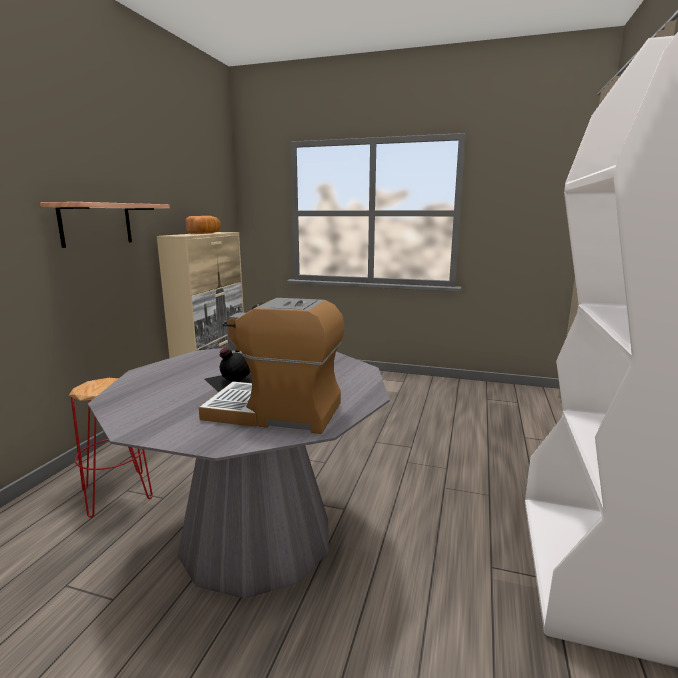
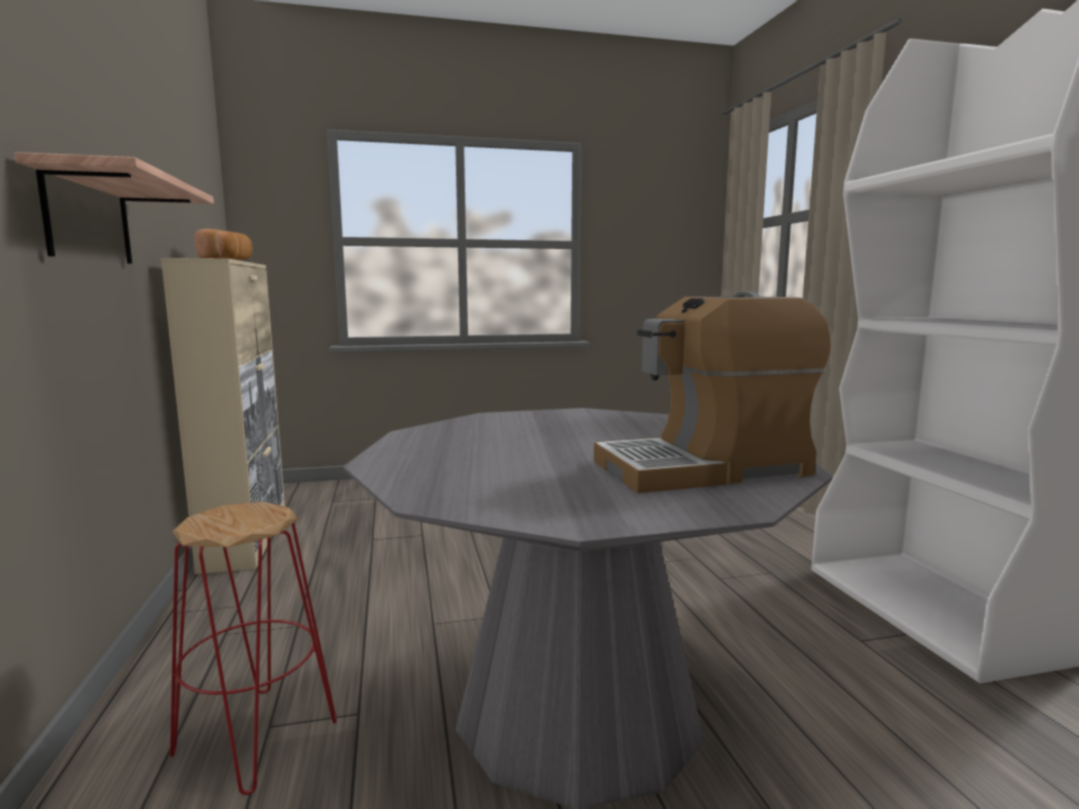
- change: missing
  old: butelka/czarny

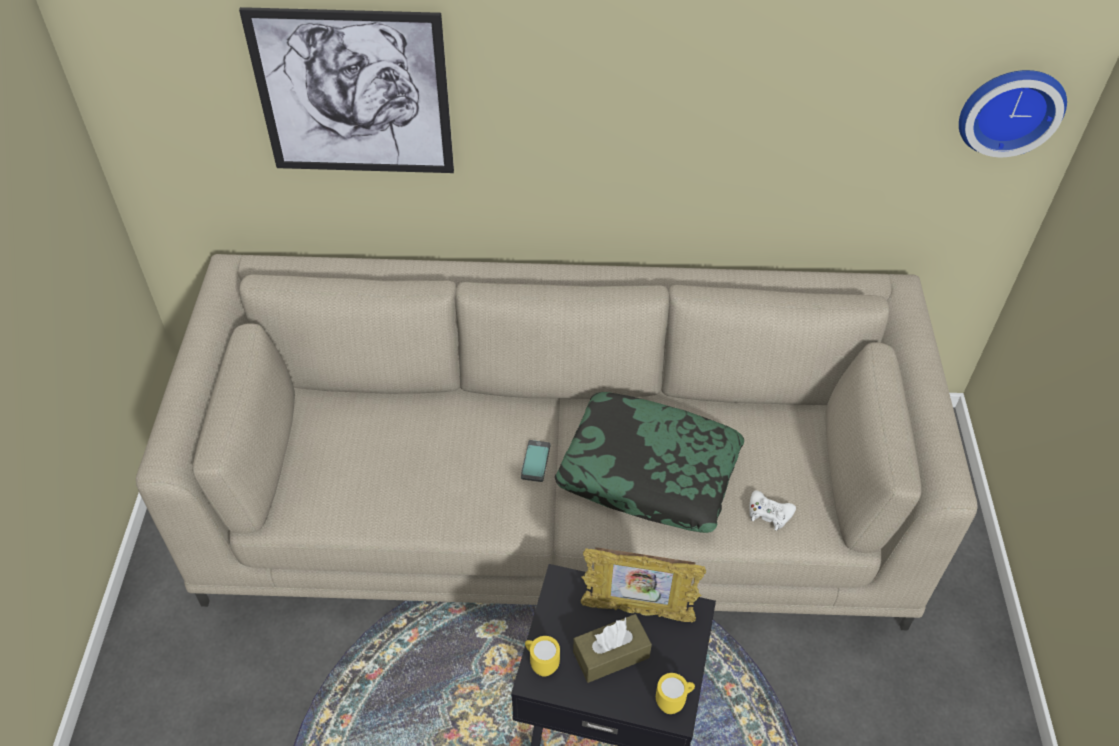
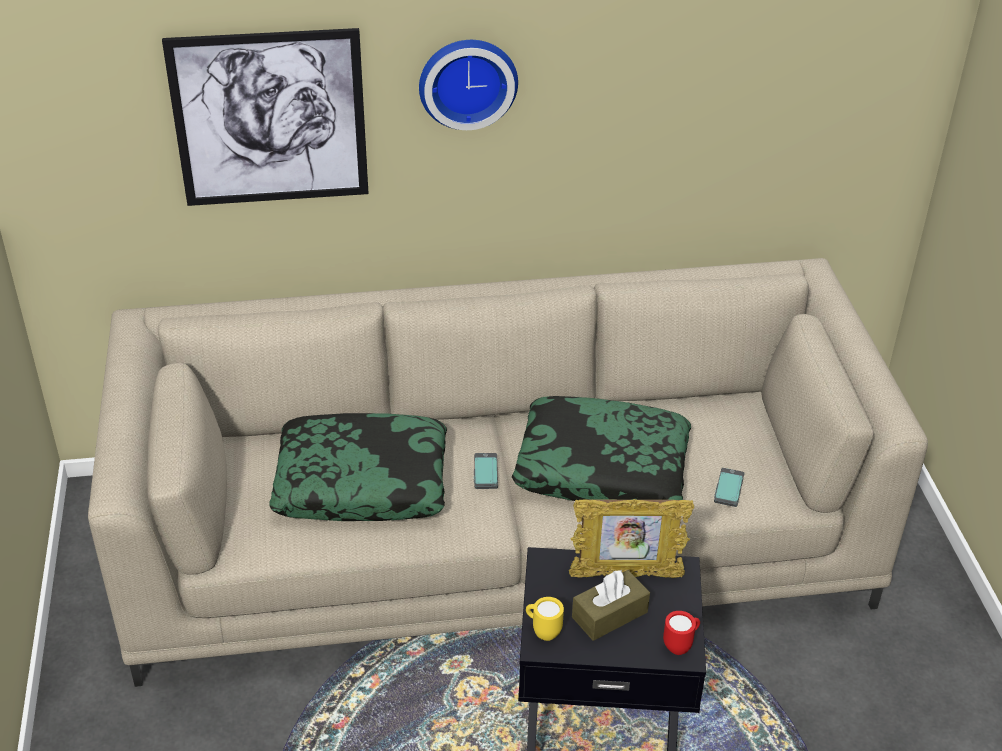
- change: colour
  old: kubek/żółty (no. 2 from left)
  new: kubek/czerwony
- change: exchanged
  old: pad do gier/biały
  new: telefon (no. 2 from left)
- change: relocated
  old: zegar ścienny
- change: appeared
  new: poduszka (no. 1 from left)

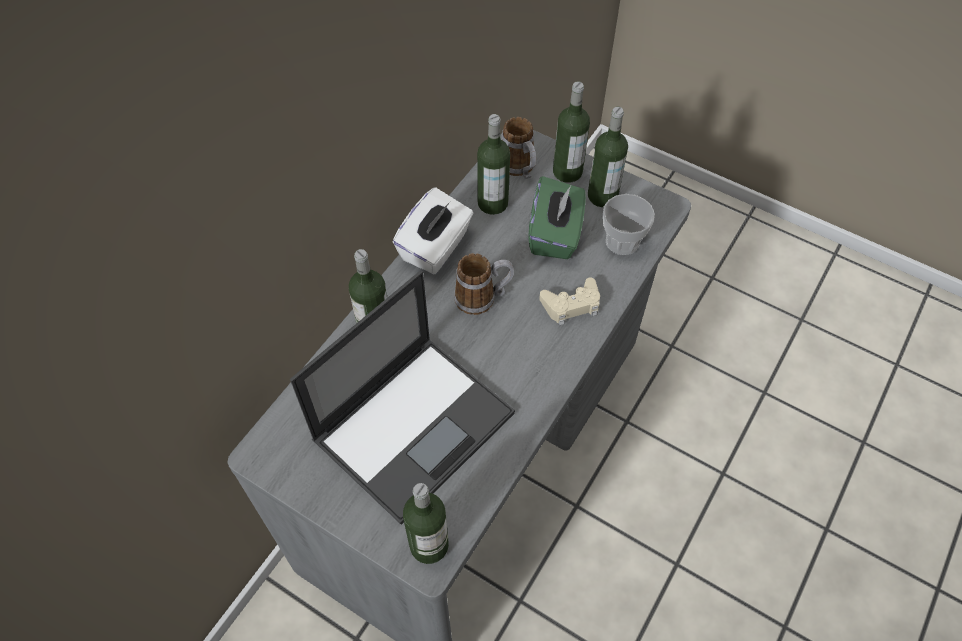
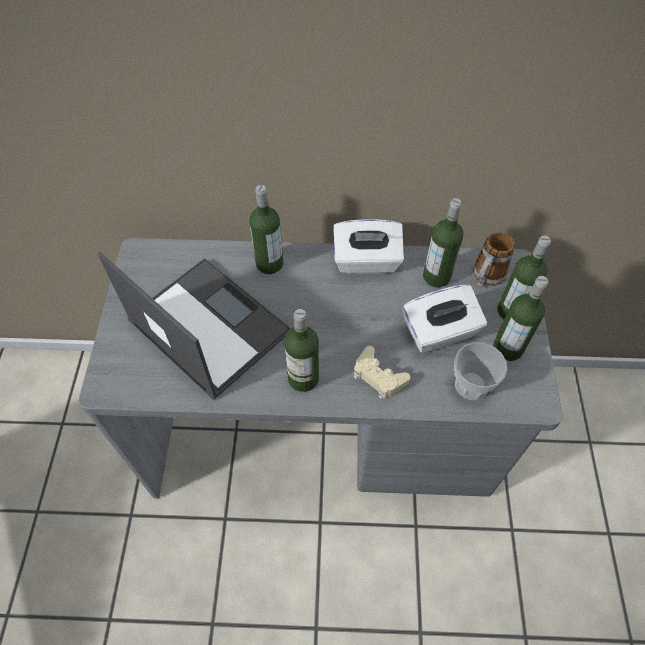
- change: spun
  old: laptop
  degrees: -150
- change: relocated
  old: butelka (no. 2 from left)
- change: missing
  old: kubek (no. 1 from left)
- change: colour
  old: pudełko chusteczek/zielony
  new: pudełko chusteczek/biały (no. 2 from left)

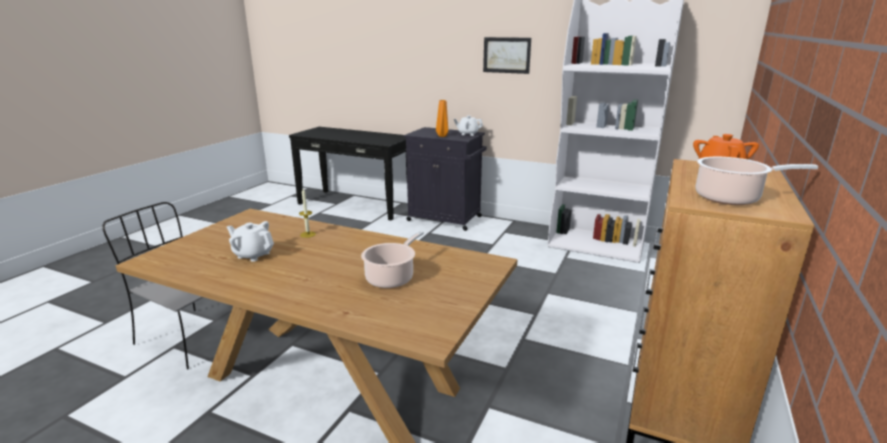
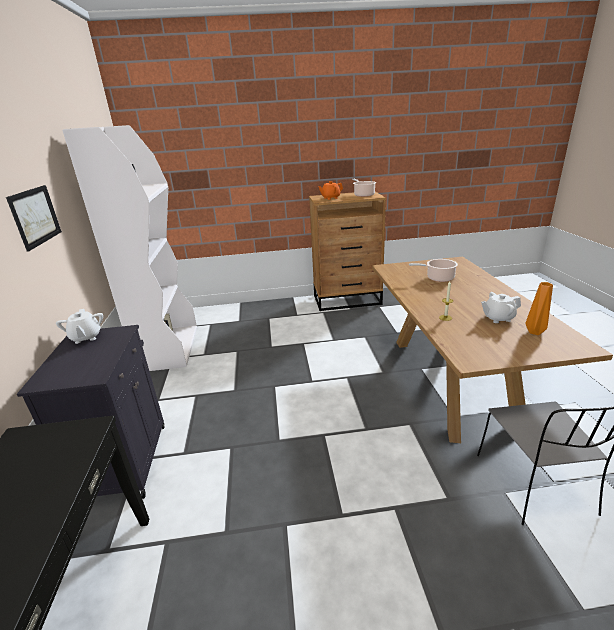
- change: spun
  old: imbryk/biały (no. 1 from left in the first image)
  degrees: 90
- change: relocated
  old: wazon/pomarańczowy

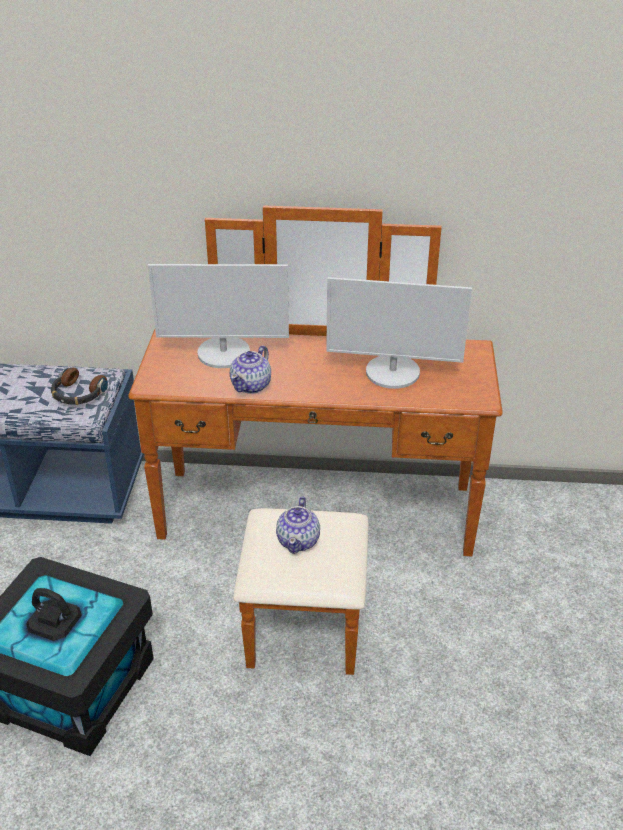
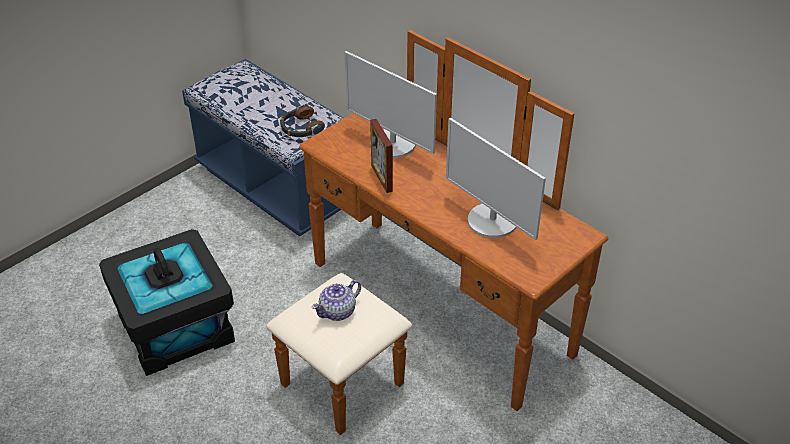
- change: exchanged
  old: imbryk (no. 1 from left)
  new: ramka na zdjęcie

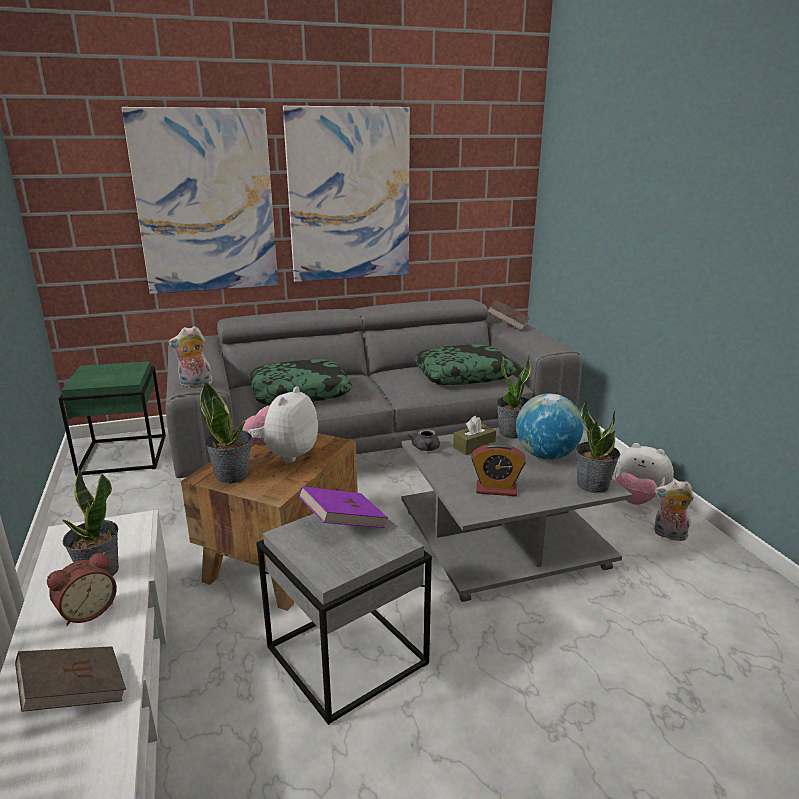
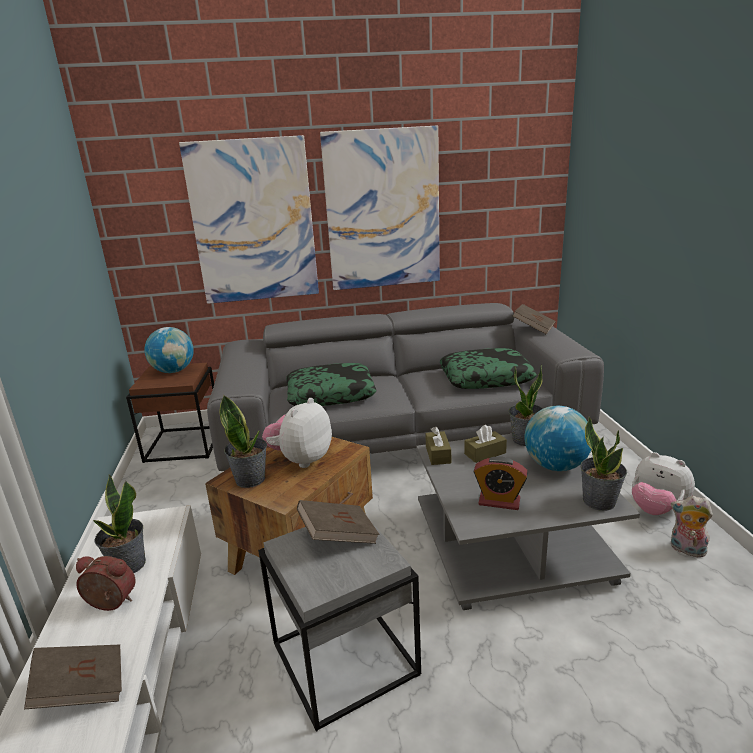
- change: spun
  old: budzik (no. 1 from left)
  degrees: -135
- change: colour
  old: stolik/zielony
  new: stolik/brązowy (no. 1 from left)
- change: missing
  old: pluszak (no. 1 from left)
- change: colour
  old: książka/fioletowy
  new: książka/brązowy (no. 2 from left)
- change: exchanged
  old: imbryk/szary
  new: pudełko chusteczek/brązowy (no. 1 from left)
- change: appeared
  new: globus (no. 1 from left)

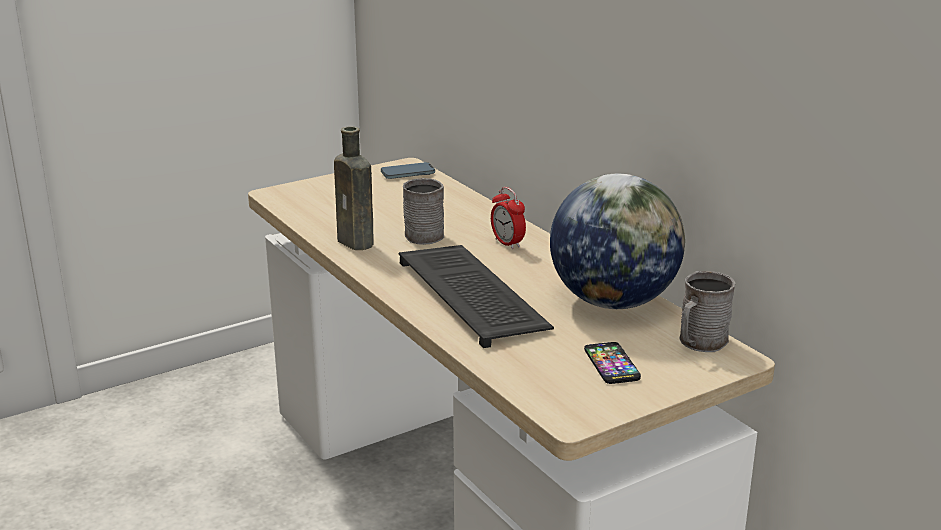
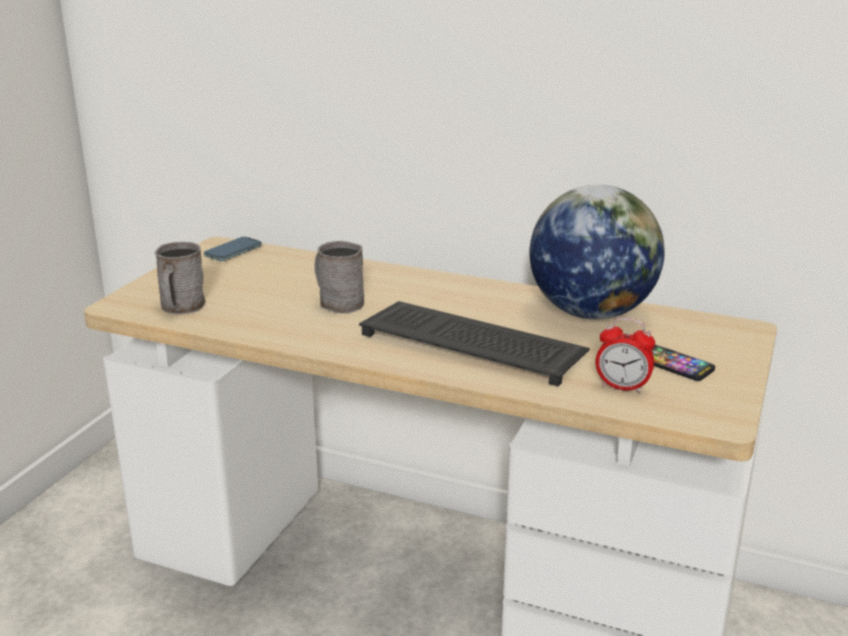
- change: missing
  old: butelka/brązowy
- change: relocated
  old: budzik
- change: relocated
  old: kubek/szary (no. 2 from left in the first image)
  new: kubek/szary (no. 1 from left)

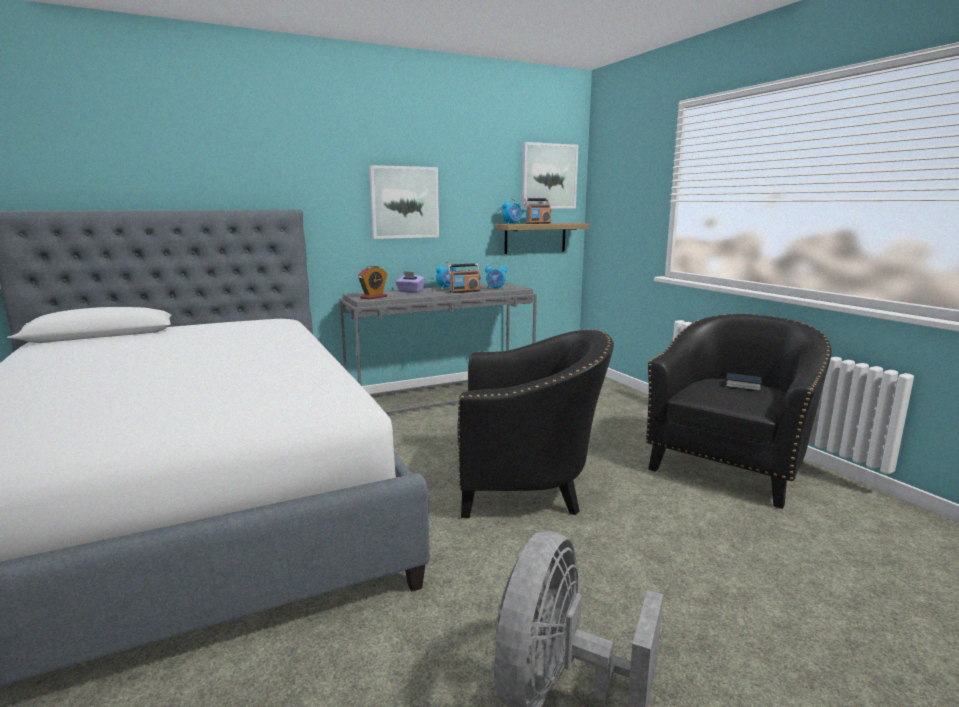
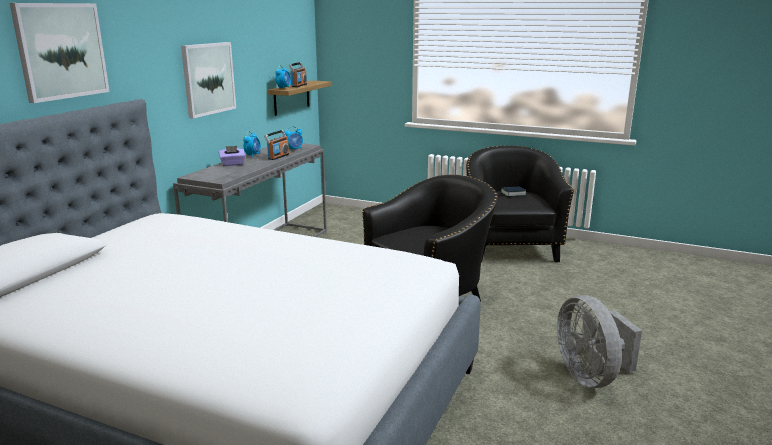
- change: missing
  old: budzik (no. 1 from left)
- change: relocated
  old: obraz (no. 2 from left in the first image)
  new: obraz (no. 1 from left)

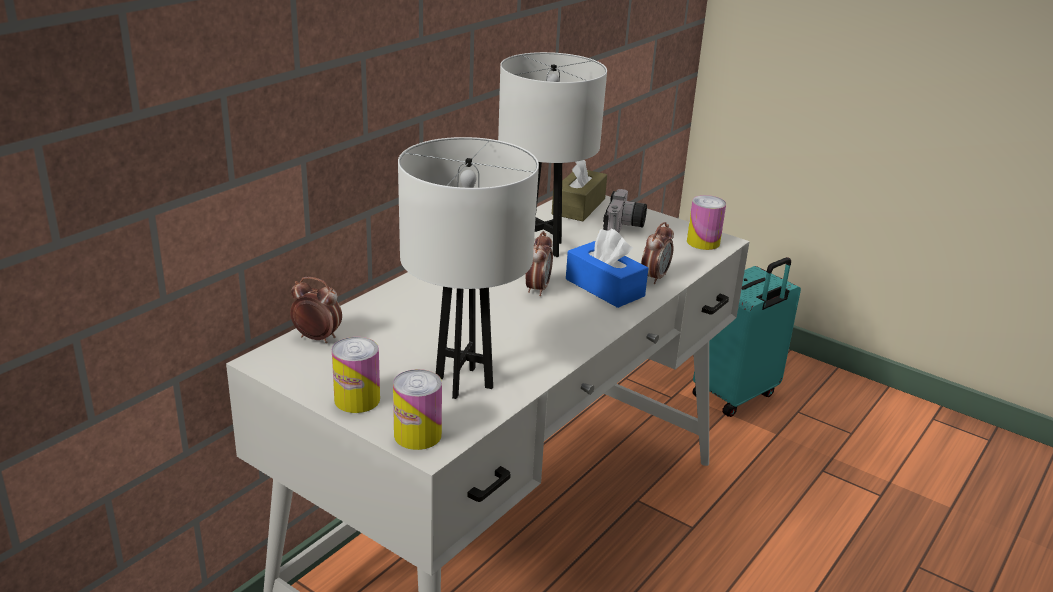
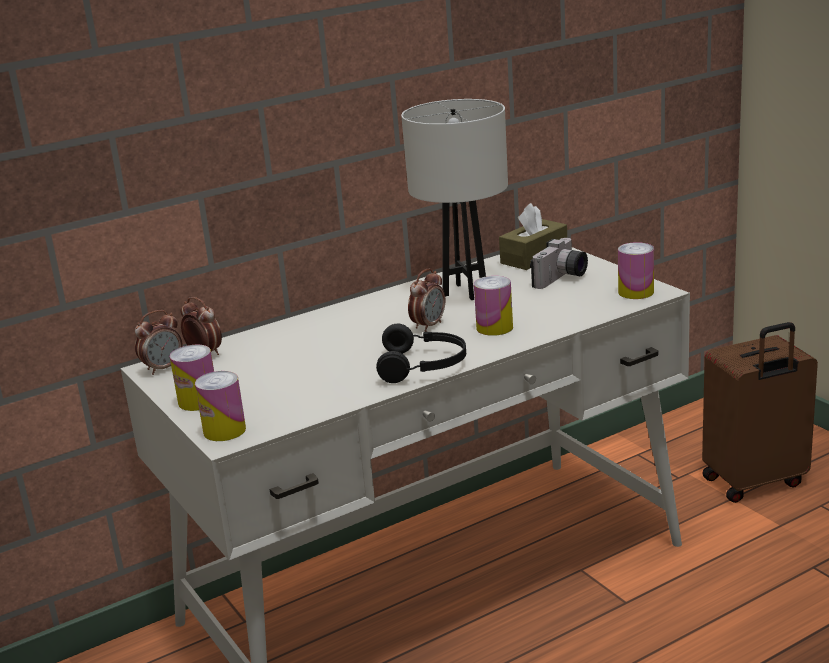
- change: missing
  old: lampa stołowa/biały (no. 1 from left)
- change: exchanged
  old: pudełko chusteczek/niebieski
  new: puszka (no. 3 from left)
- change: relocated
  old: budzik (no. 3 from left in the first image)
  new: budzik (no. 1 from left)
- change: colour
  old: walizka/turkusowy
  new: walizka/brązowy
- change: appeared
  new: słuchawki/czarny

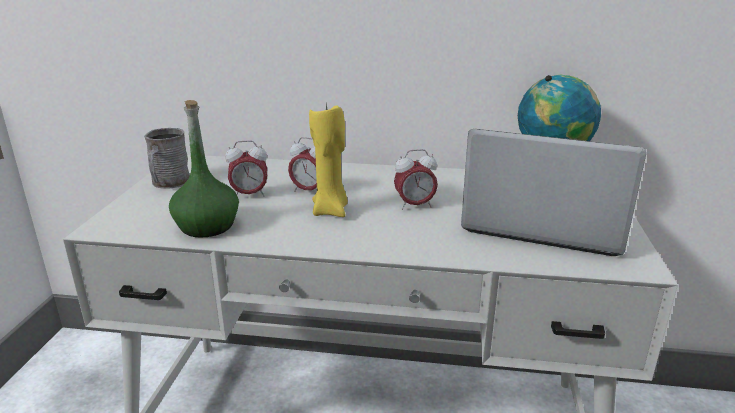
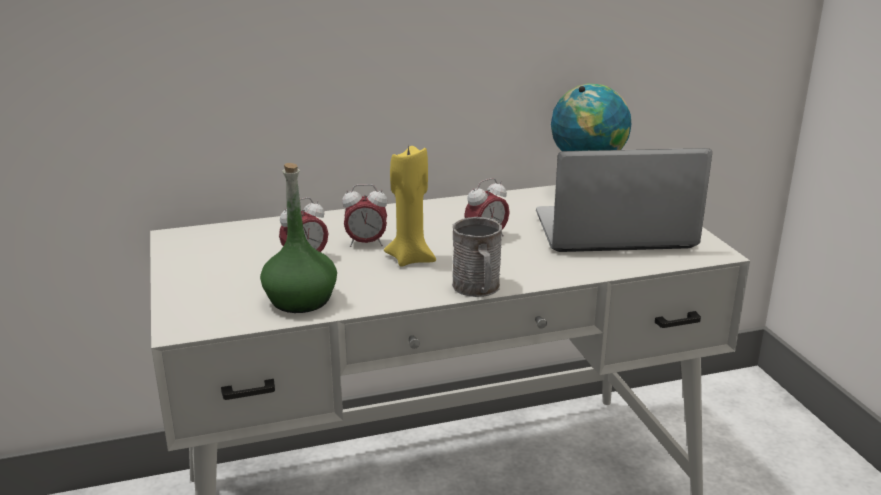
- change: relocated
  old: kubek/szary

